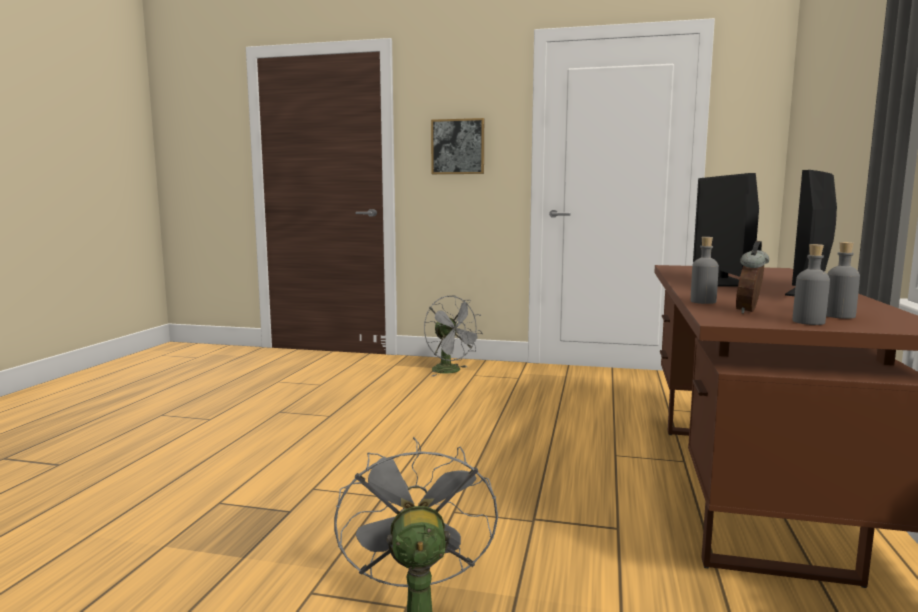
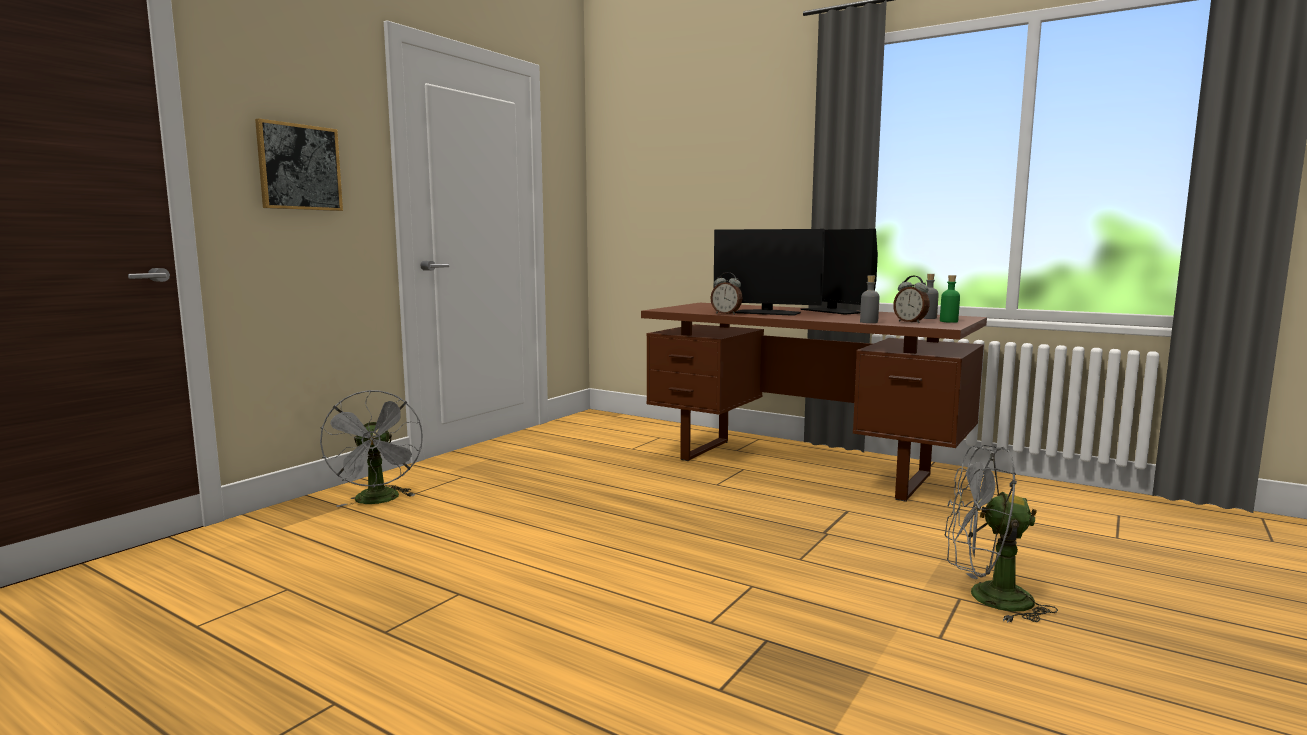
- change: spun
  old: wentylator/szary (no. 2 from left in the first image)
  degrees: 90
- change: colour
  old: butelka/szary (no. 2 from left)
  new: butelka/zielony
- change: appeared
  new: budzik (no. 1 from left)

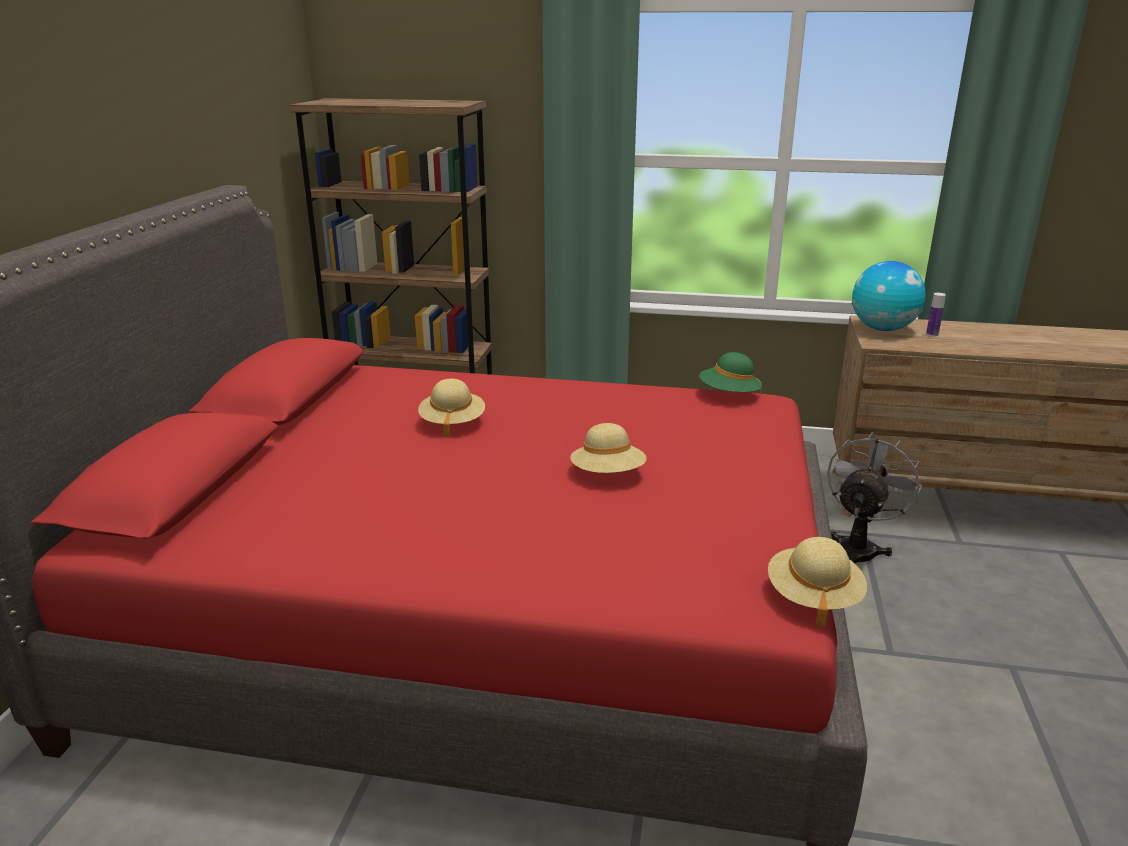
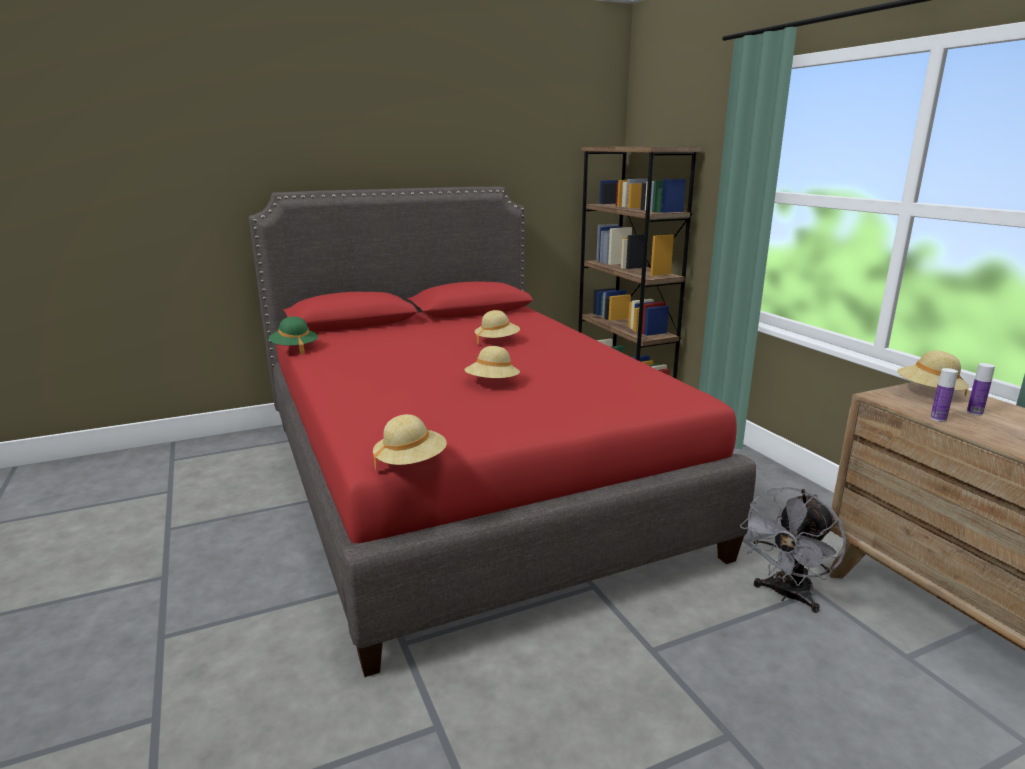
- change: relocated
  old: kapelusz/zielony
- change: spun
  old: wentylator/szary
  degrees: 135
- change: exchanged
  old: globus
  new: kapelusz/beżowy (no. 4 from left)
- change: appeared
  new: butelka (no. 1 from left)

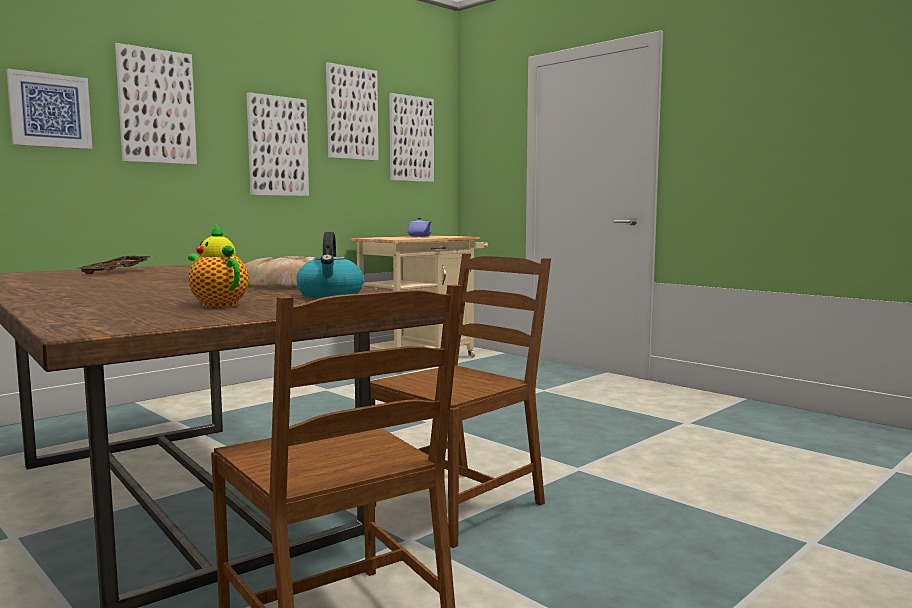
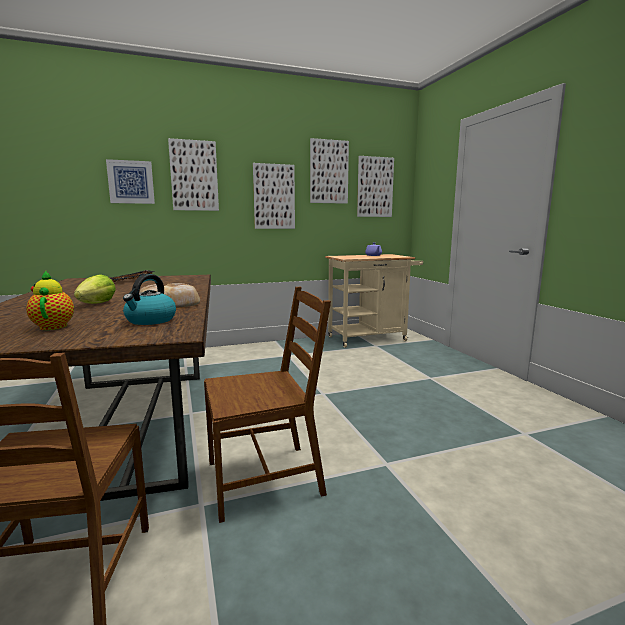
- change: appeared
  new: sałata

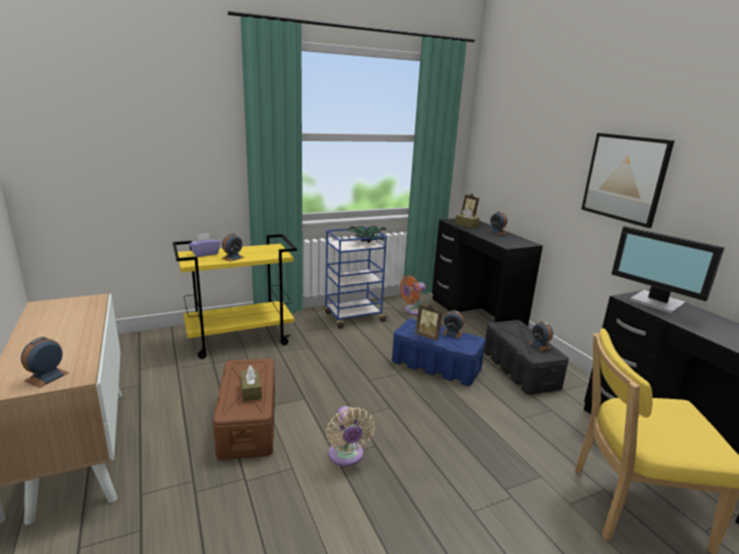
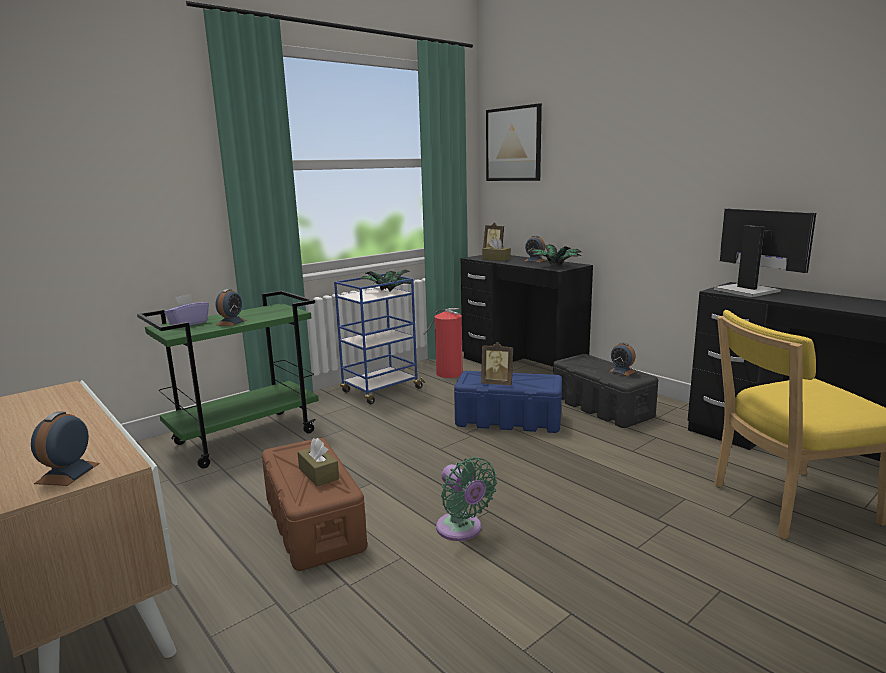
- change: colour
  old: wózek/żółty
  new: wózek/zielony
- change: colour
  old: wentylator/beżowy
  new: wentylator/zielony
- change: exchanged
  old: wentylator/pomarańczowy
  new: gaśnica
- change: missing
  old: budzik (no. 3 from left)
- change: relocated
  old: obraz
- change: spun
  old: monitor
  degrees: -150
- change: appeared
  new: roślina doniczkowa (no. 2 from left)

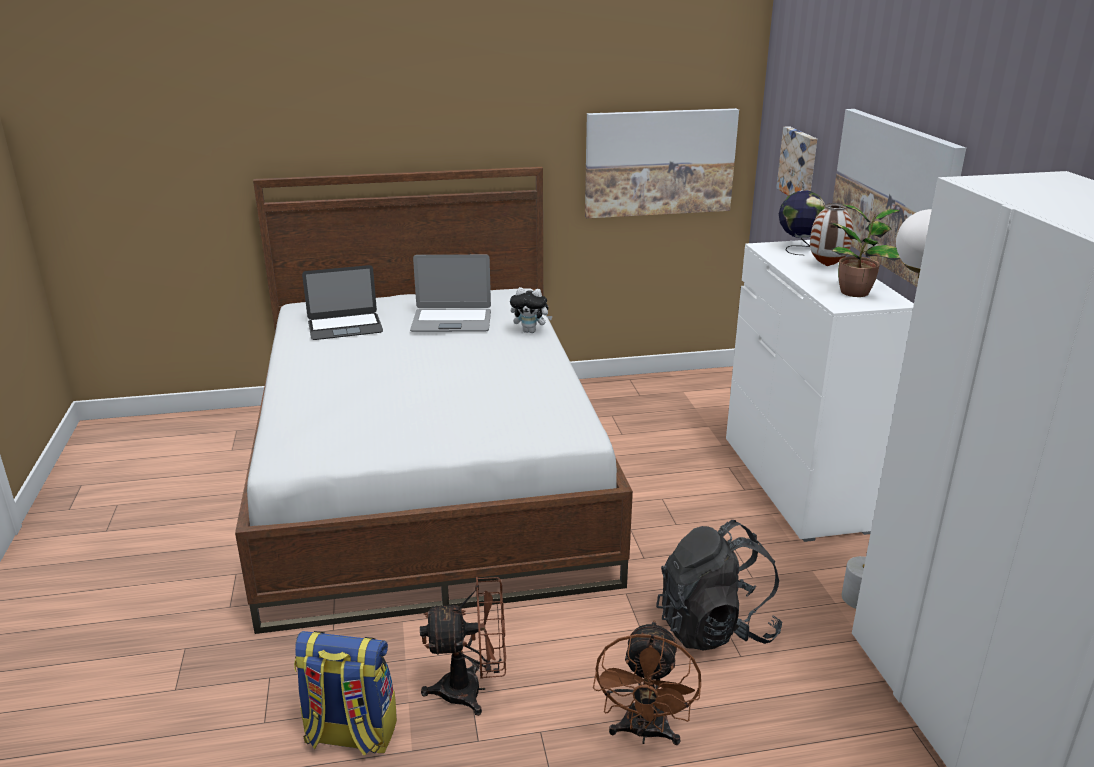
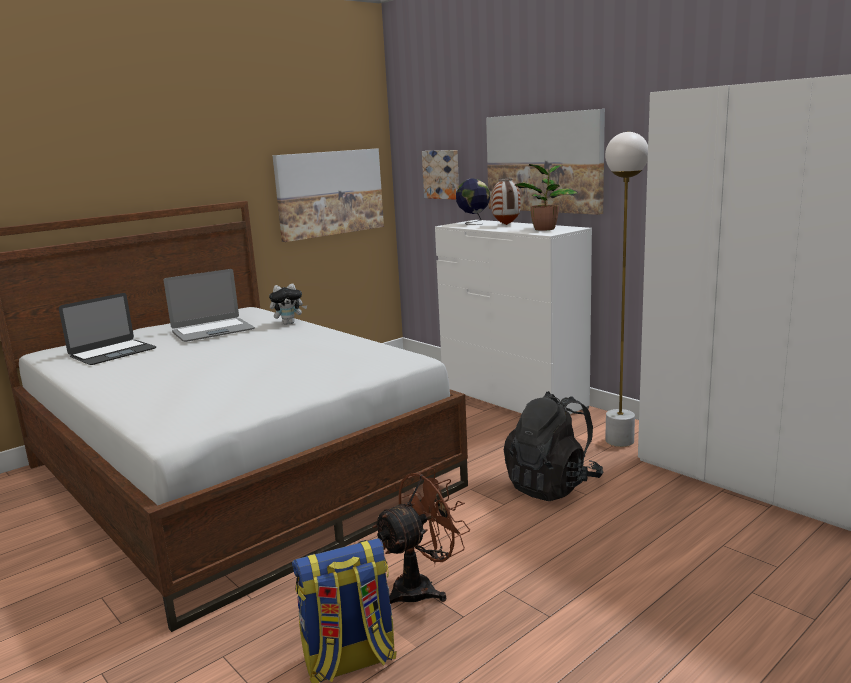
- change: missing
  old: wentylator/brązowy (no. 2 from left)

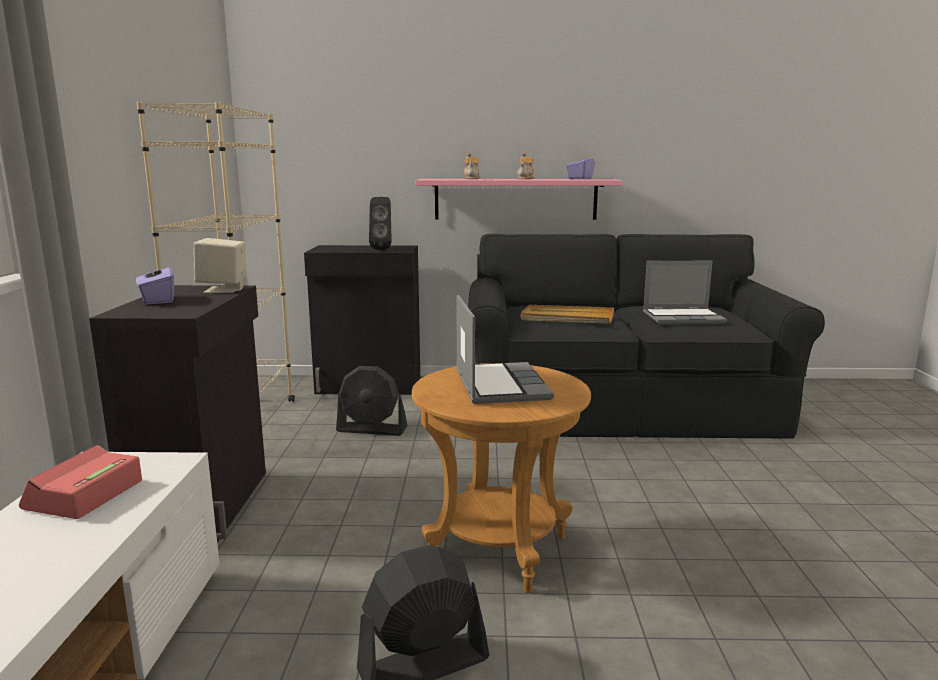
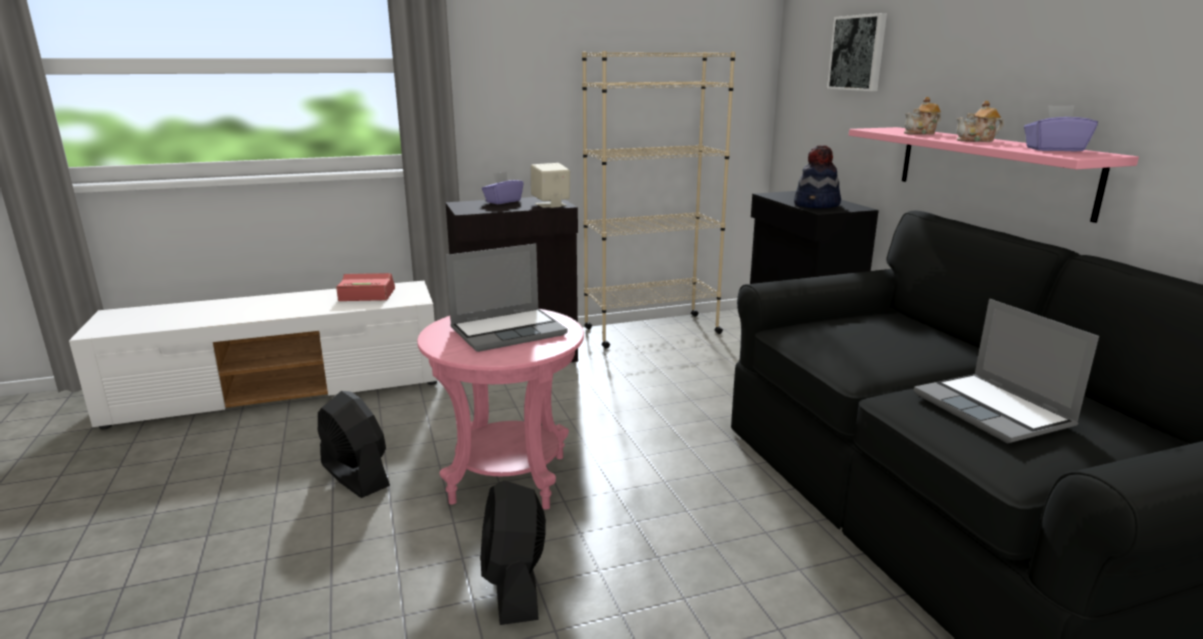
- change: relocated
  old: wentylator/czarny (no. 1 from left in the first image)
  new: wentylator/czarny (no. 2 from left)
- change: exchanged
  old: głośnik/czarny
  new: kapelusz
- change: colour
  old: stolik/brązowy
  new: stolik/różowy
- change: missing
  old: taca/beżowy
- change: appeared
  new: obraz

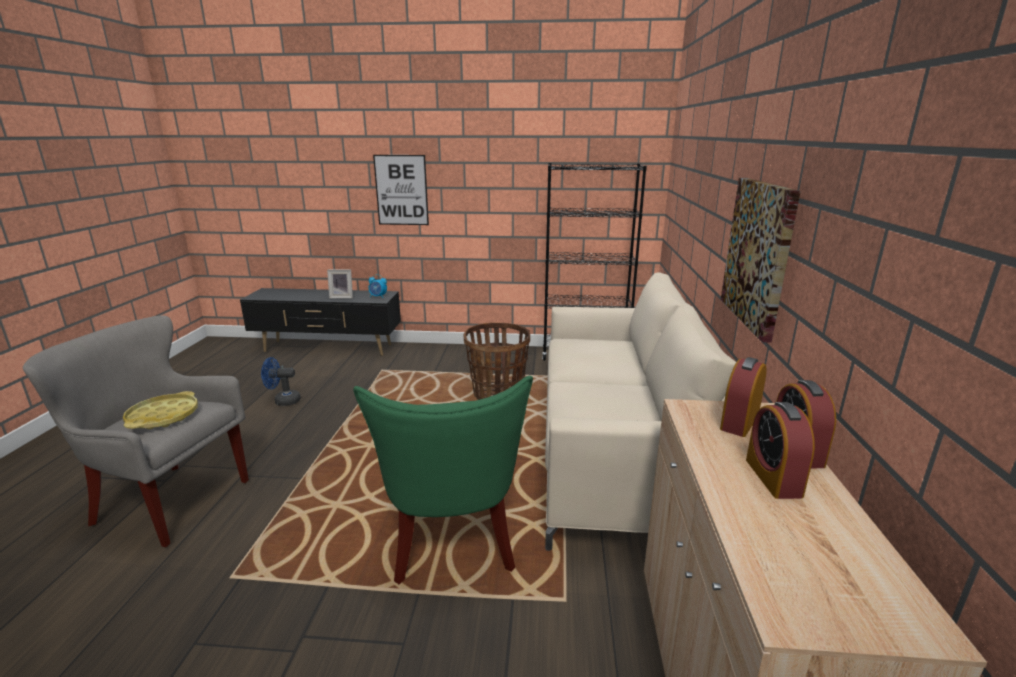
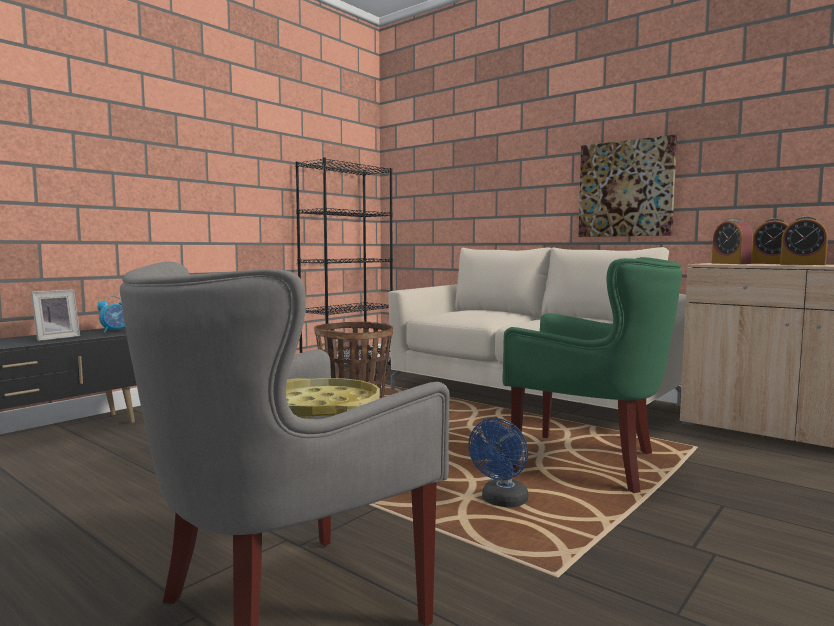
- change: relocated
  old: wentylator/niebieski
- change: missing
  old: obraz (no. 1 from left)

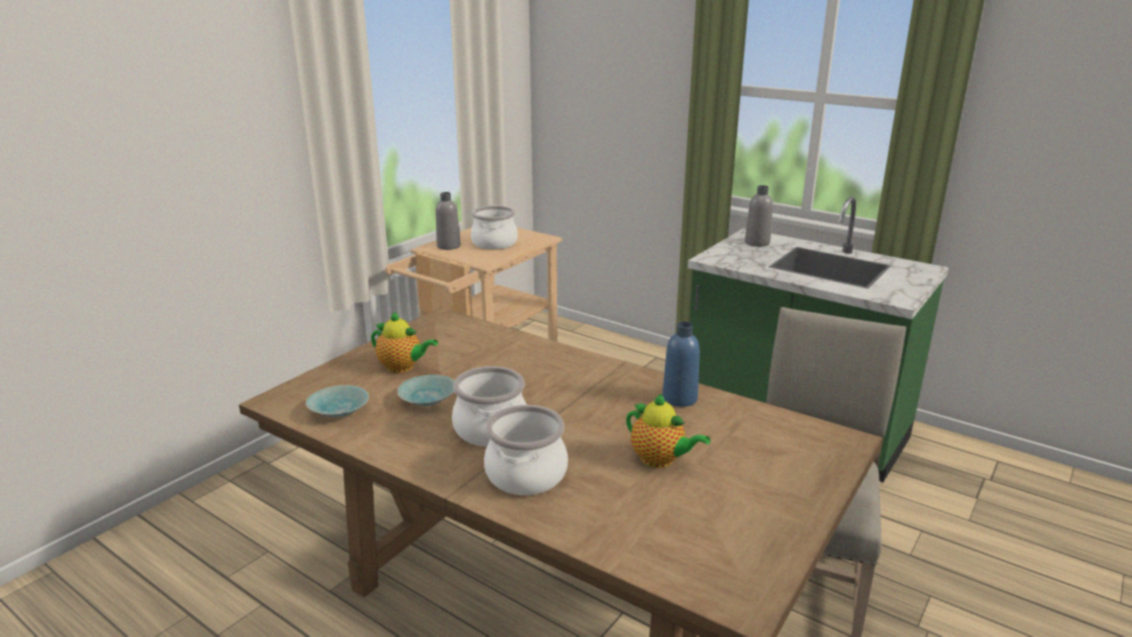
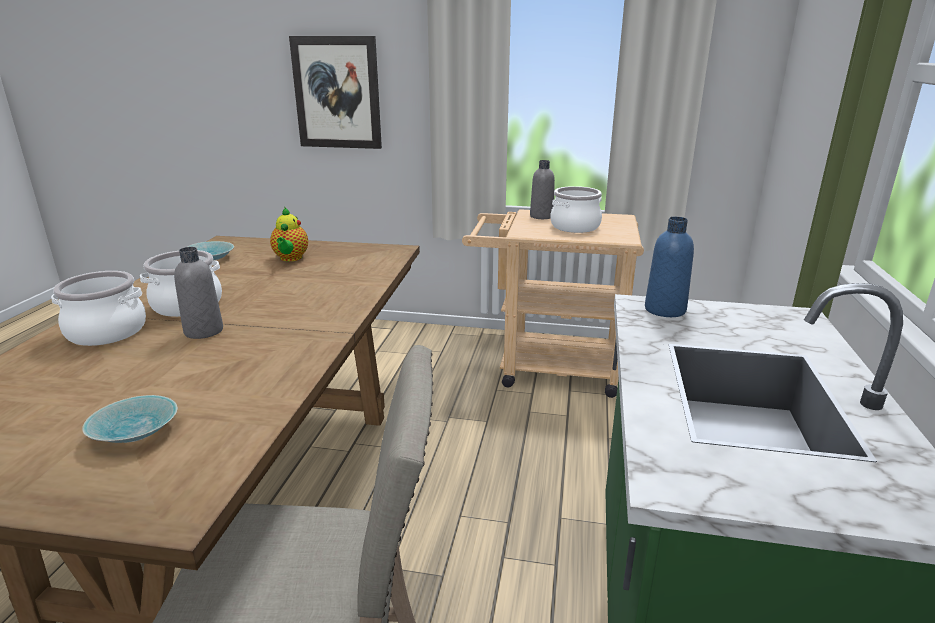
- change: relocated
  old: miska/turkusowy (no. 2 from left in the first image)
  new: miska/turkusowy (no. 1 from left)
- change: missing
  old: imbryk (no. 2 from left)
- change: relocated
  old: butelka/niebieski
- change: relocated
  old: butelka/szary (no. 2 from left in the first image)
  new: butelka/szary (no. 1 from left)
- change: appeared
  new: obraz

